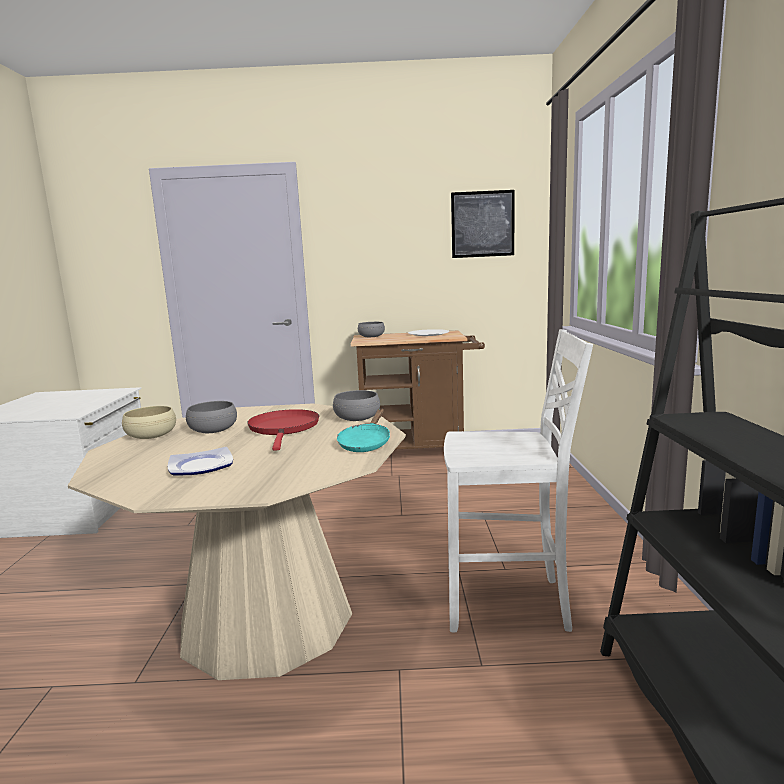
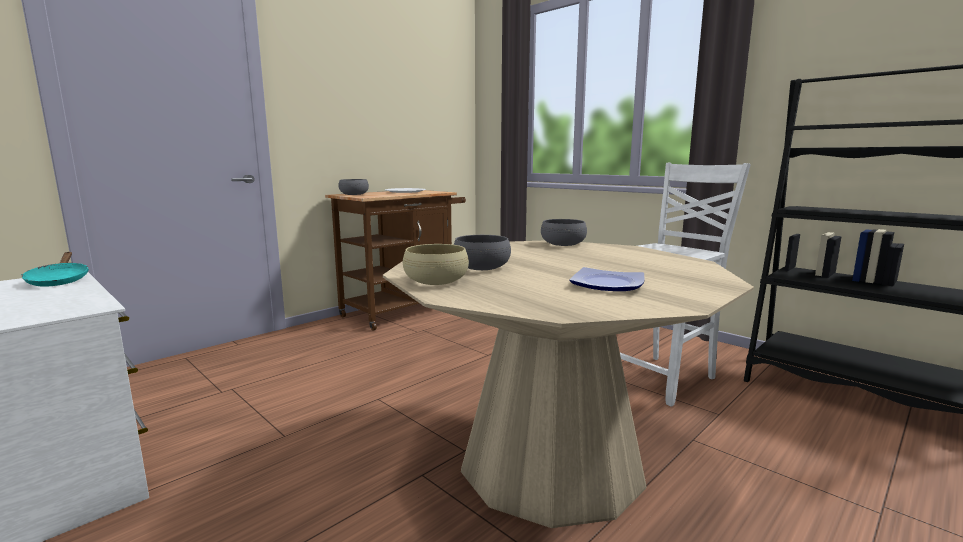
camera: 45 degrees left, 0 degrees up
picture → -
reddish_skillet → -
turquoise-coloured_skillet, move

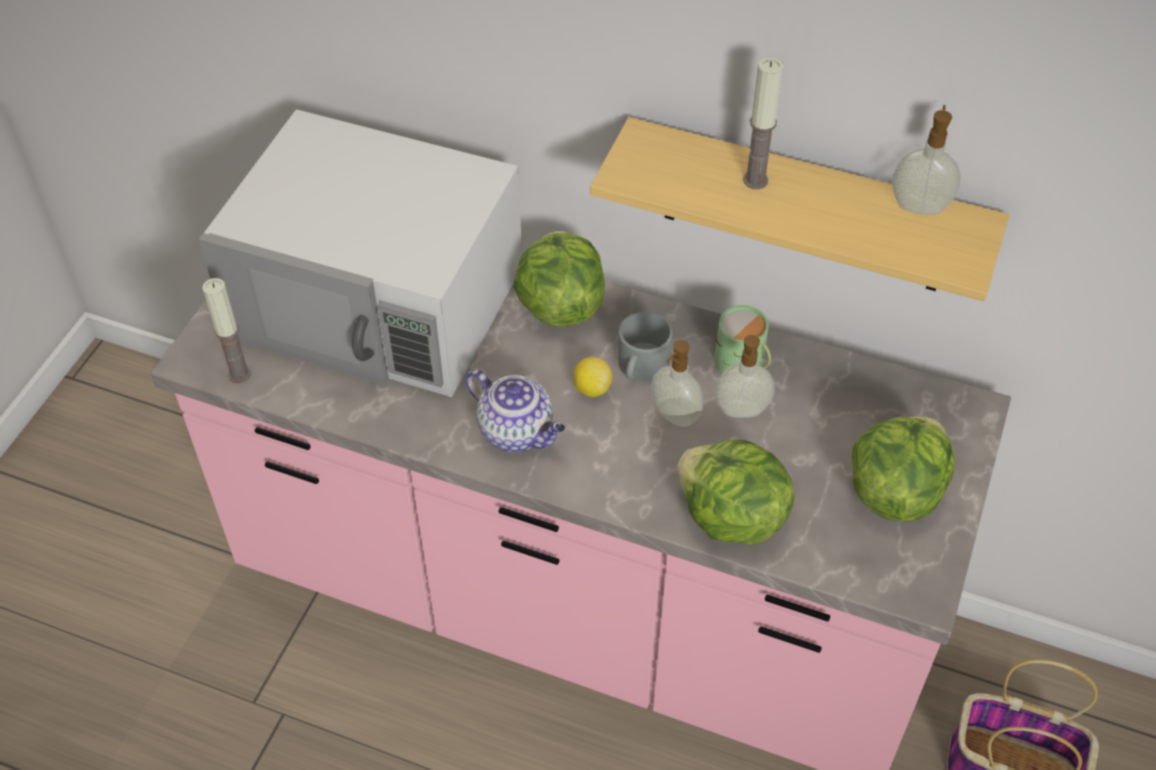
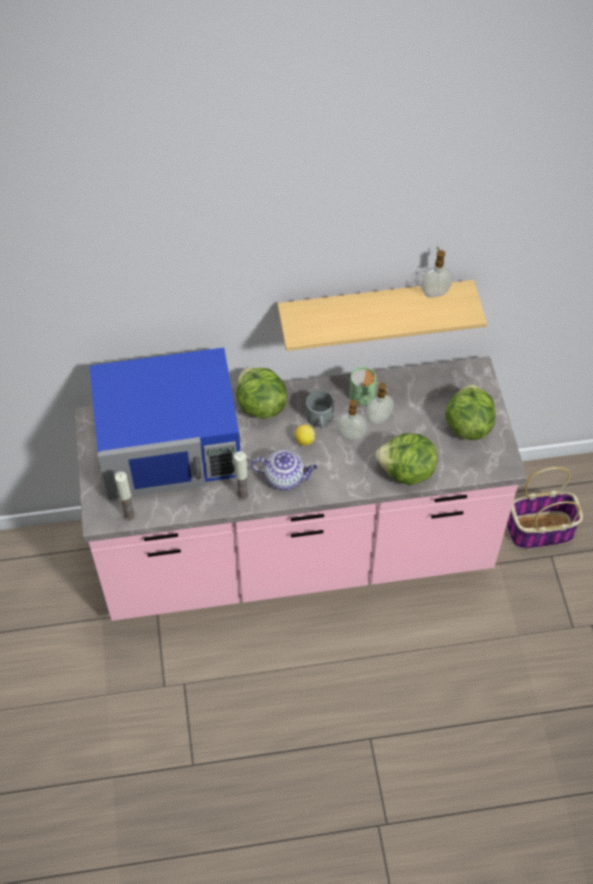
camera: 30 degrees left, 5 degrees up
wax_light (2nd from left), move
white_microwave_oven → bluish_microwave_oven

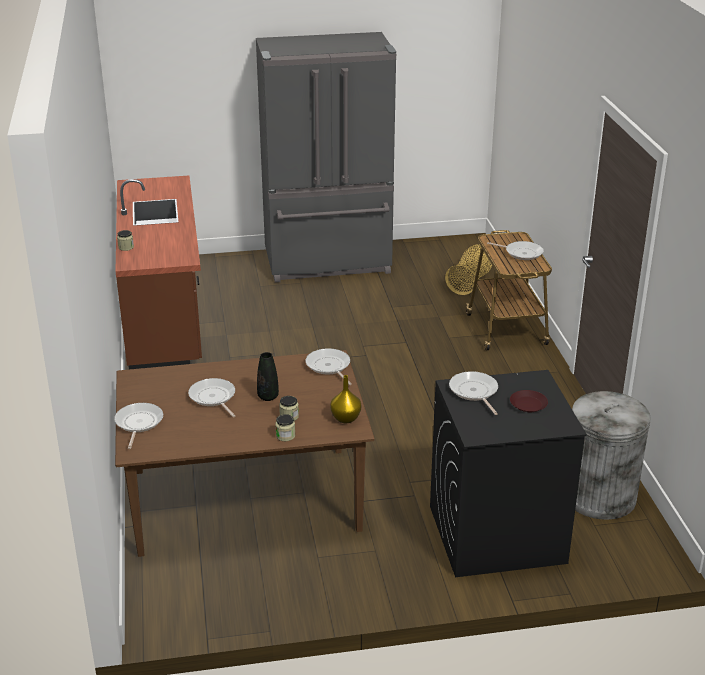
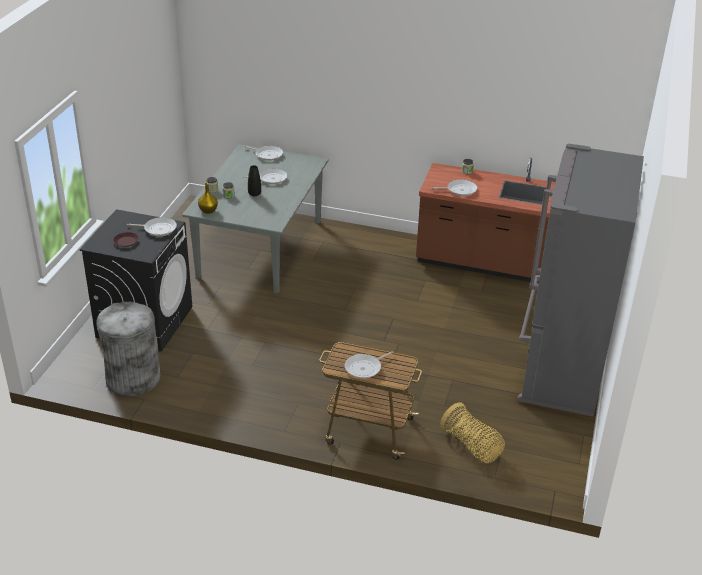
camera: 115 degrees right, 5 degrees up
skillet (3rd from left in the first image) → skillet (5th from left), move
brown-coloured_dining_table → gray_dining_table

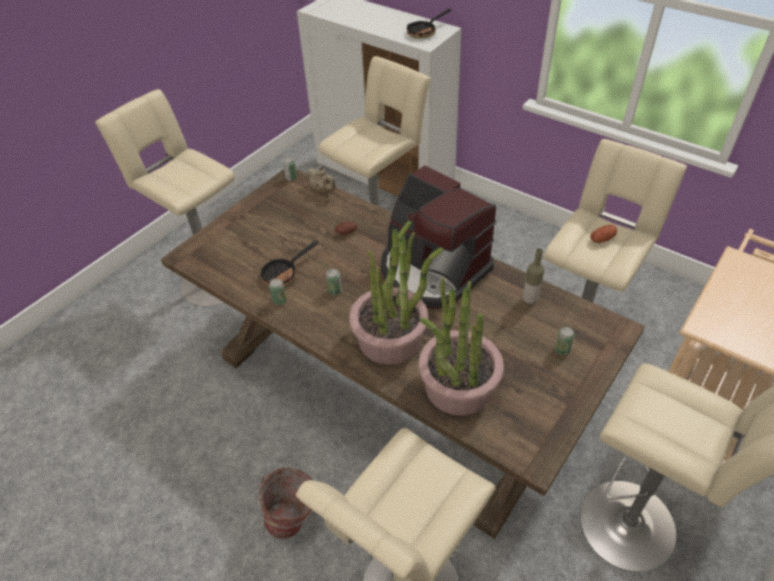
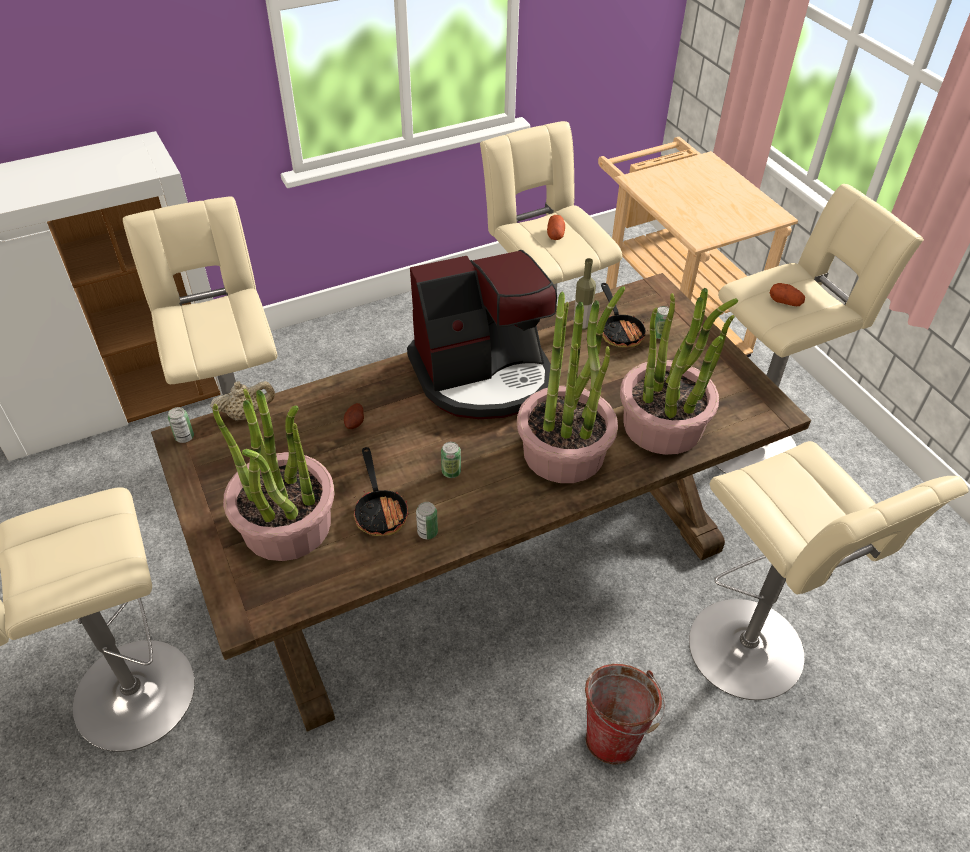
camera: 65 degrees left, 0 degrees up
skillet (2nd from left), move
- → spud (3rd from left)
- → potted_plant (1st from left)

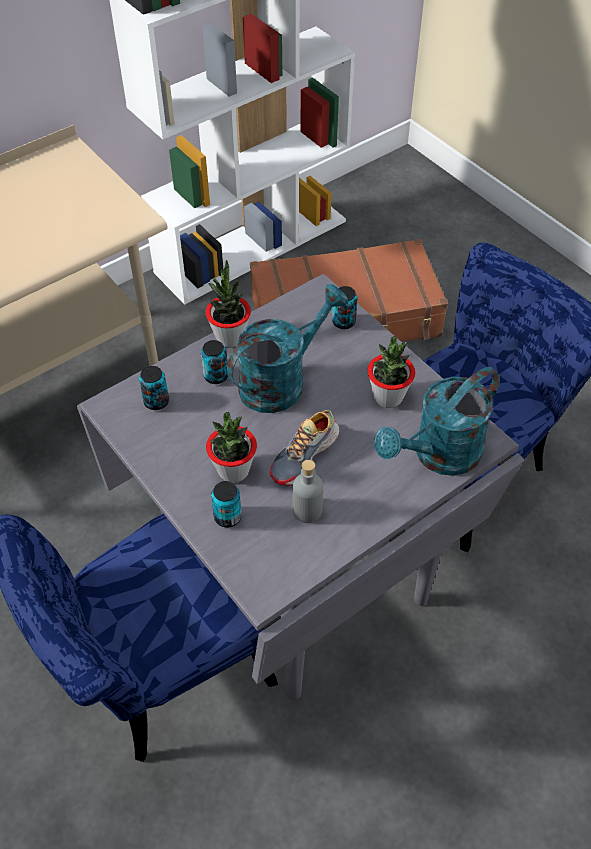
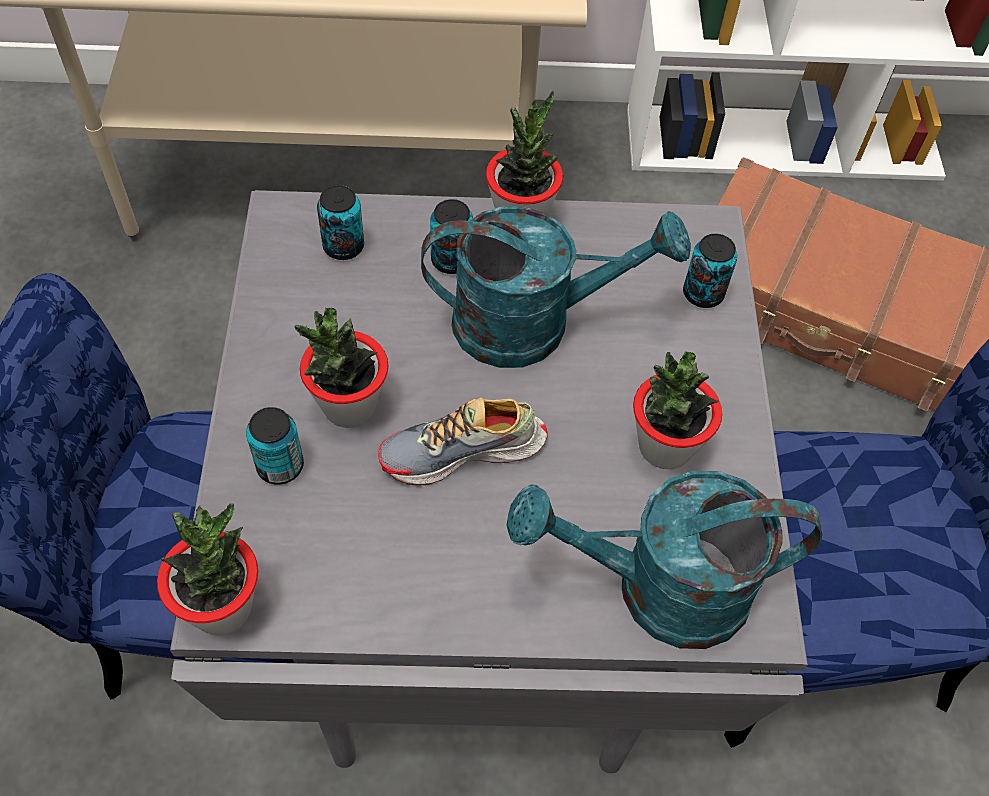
camera: 35 degrees right, 5 degrees up
gray_beverage_bottle → -
- → potted_plant (1st from left)

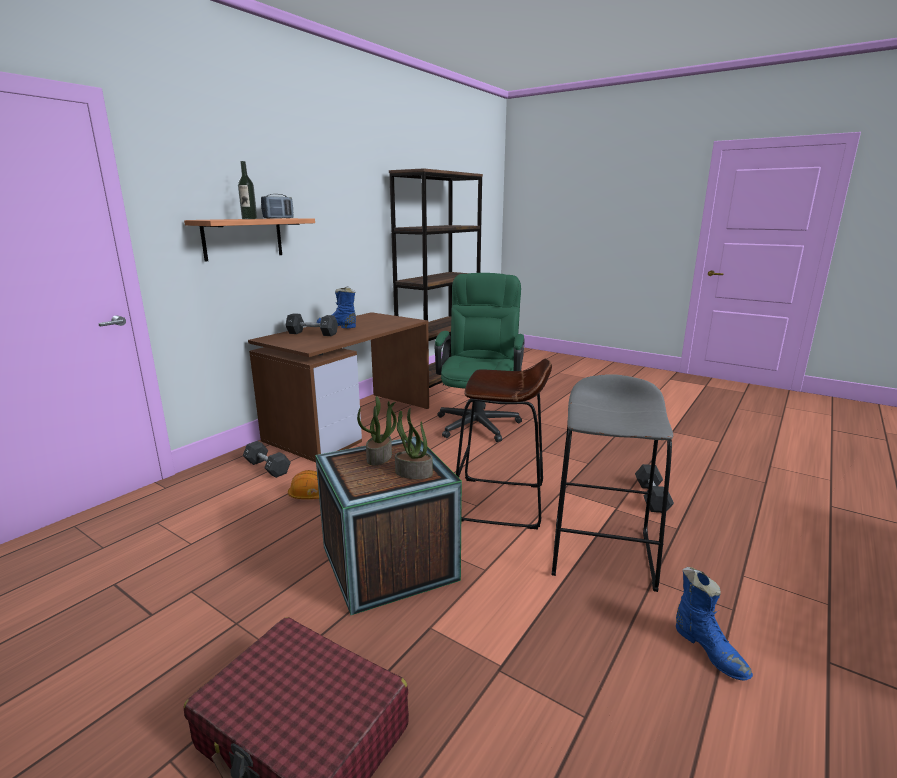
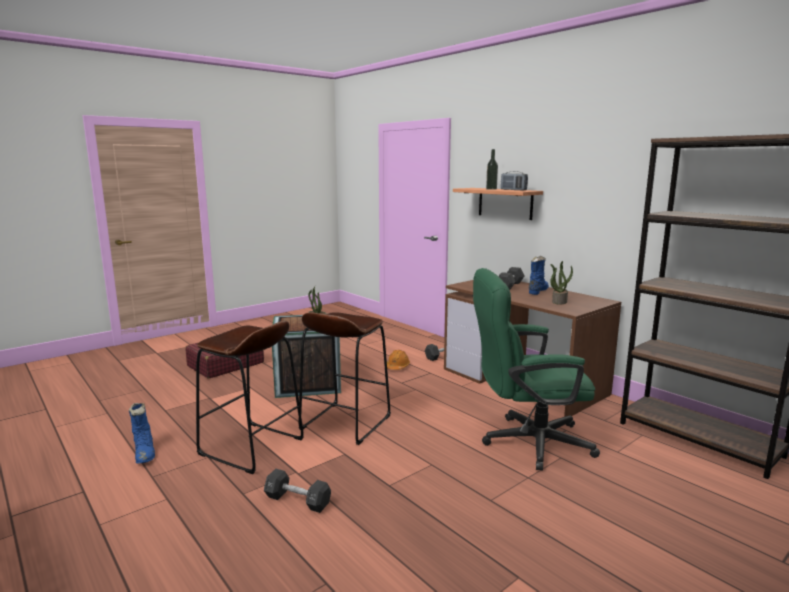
camera: 105 degrees right, 5 degrees down
green-coloured_computer_chair, 150 degrees clockwise
gray_sitting_stool → brown-coloured_sitting_stool (1st from left)
potted_plant (2nd from left), move
bluish_tall_boot (2nd from left in the first image) → bluish_tall_boot (1st from left), 105 degrees counterclockwise

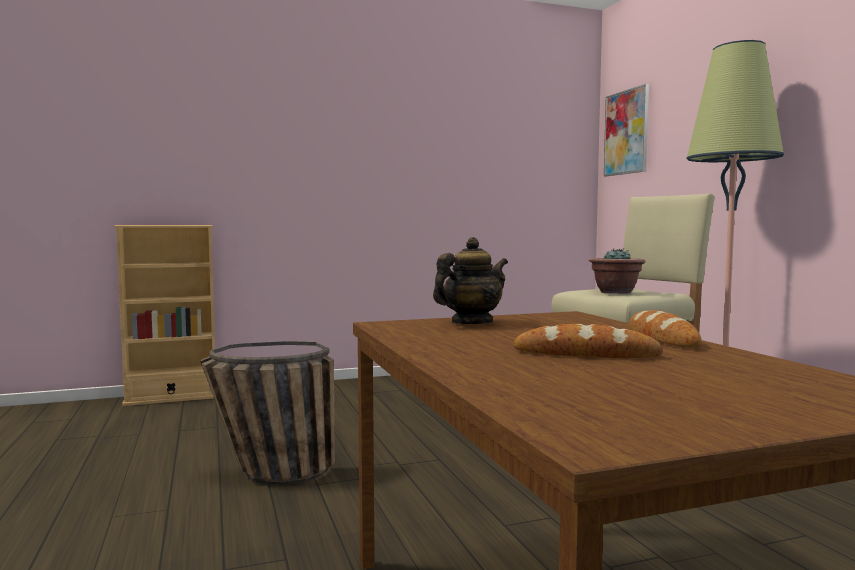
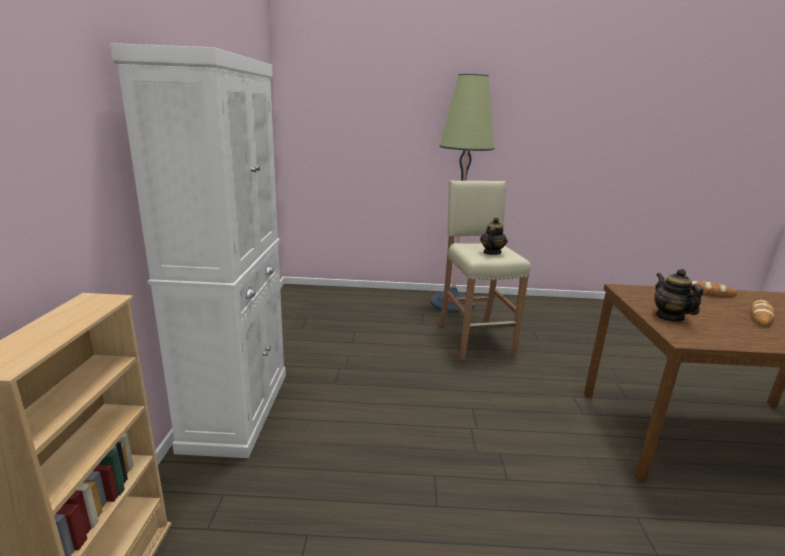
camera: 70 degrees left, 15 degrees up
picture → -
potted_plant → tea_pot (1st from left)
storage_basket → -
- → white_cupboard

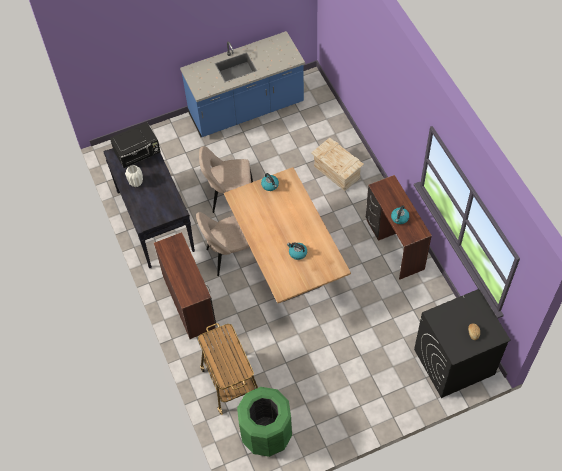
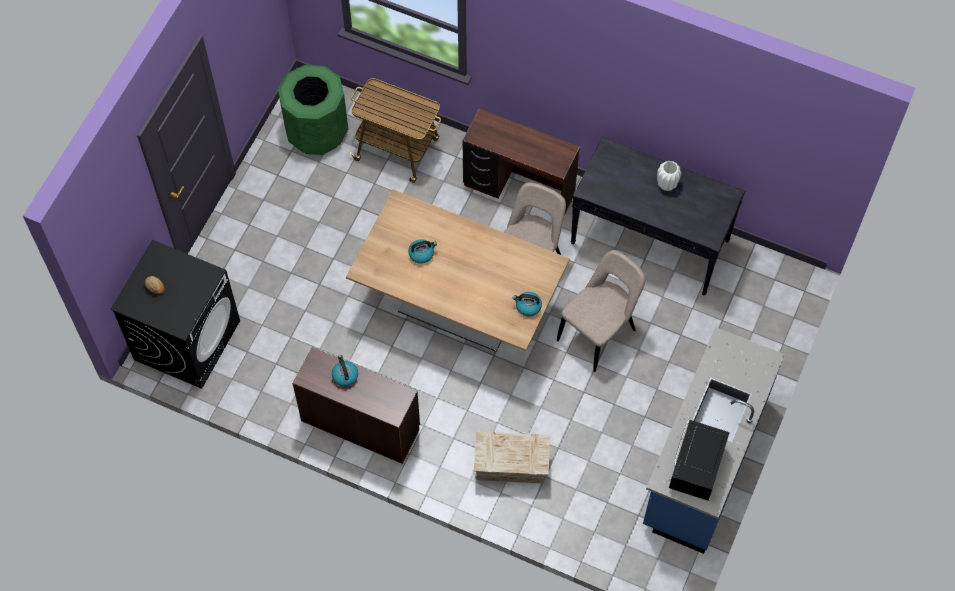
camera: 135 degrees right, 5 degrees up
black_microwave_oven, move

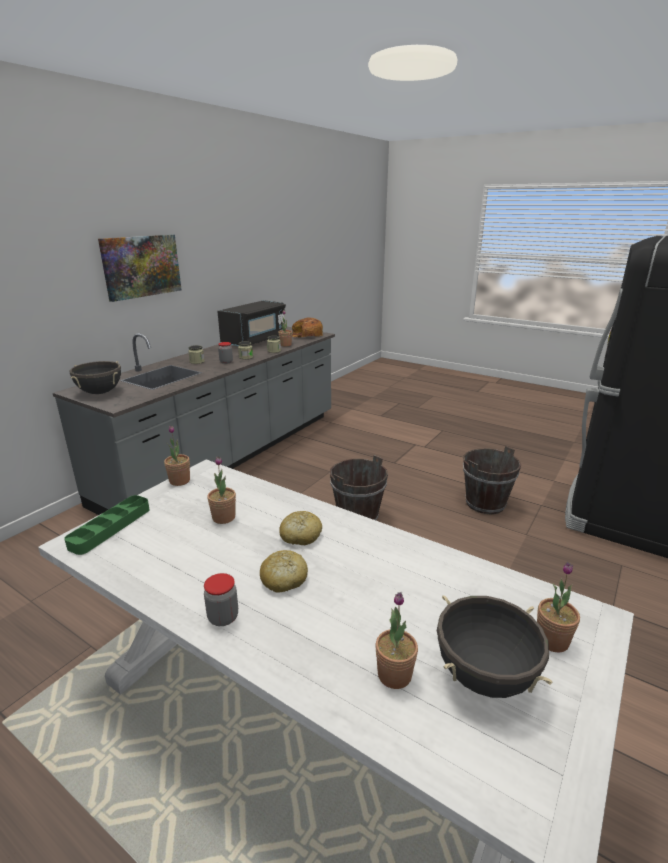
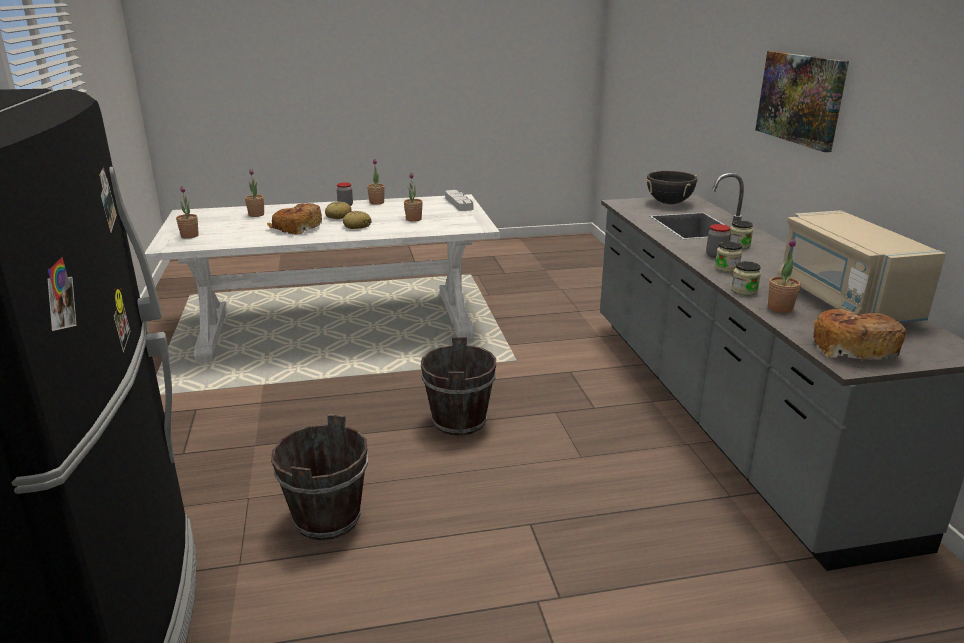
camera: 135 degrees right, 0 degrees up
black_microwave_oven → beige_microwave_oven
potted_plant (1st from left in the first image) → potted_plant (3rd from left), move
green-coloured_tray → gray_tray
black_cooking_pot (2nd from left) → -
- → baked_bread (1st from left)

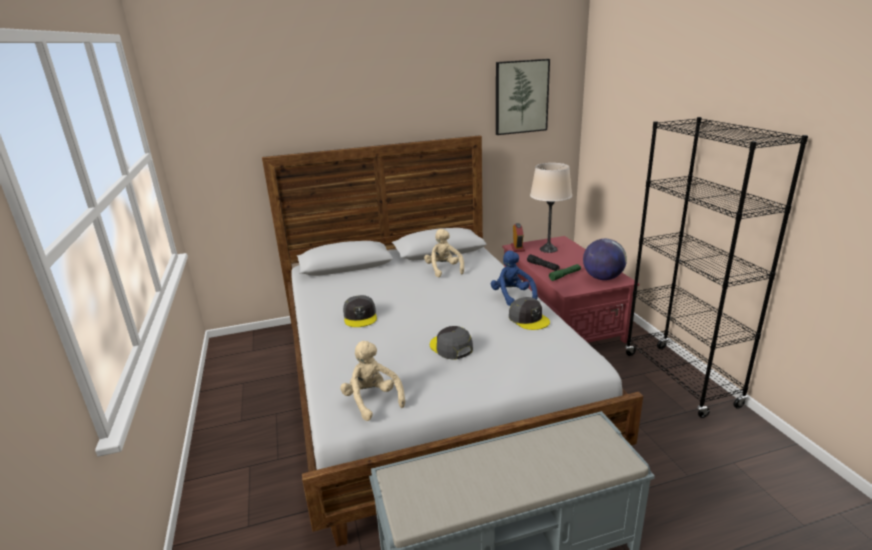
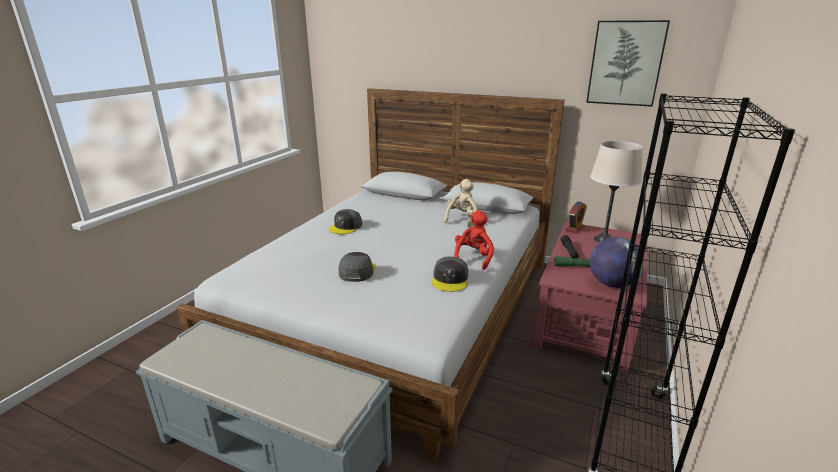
camera: 40 degrees right, 0 degrees up
bluish_cuddly_toy → reddish_cuddly_toy
beige_cuddly_toy (1st from left) → -

